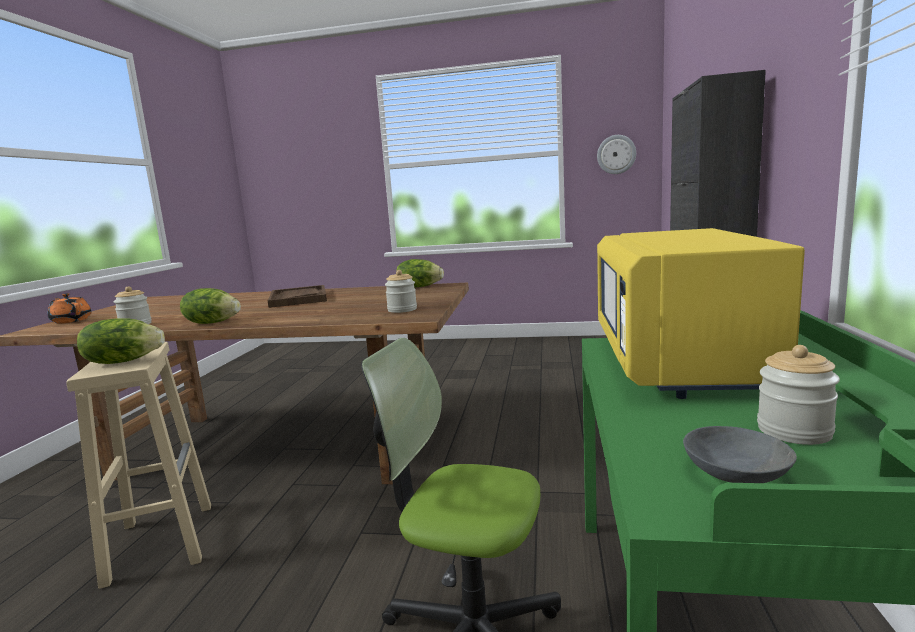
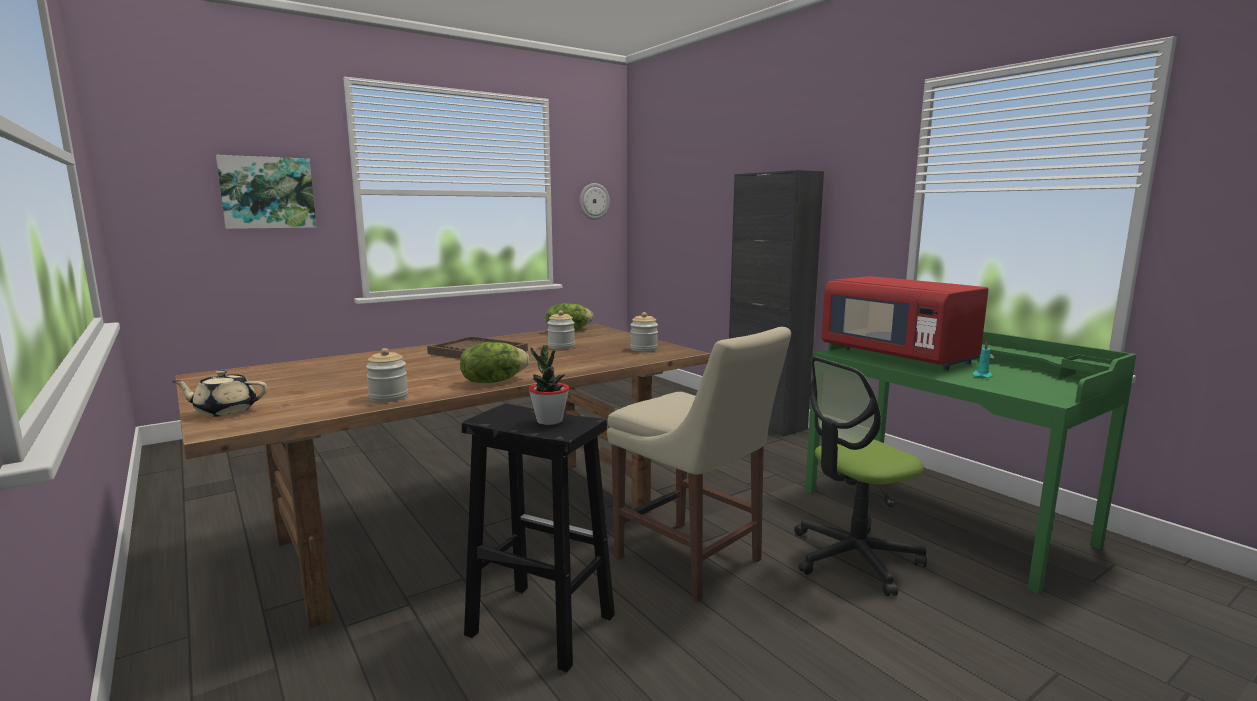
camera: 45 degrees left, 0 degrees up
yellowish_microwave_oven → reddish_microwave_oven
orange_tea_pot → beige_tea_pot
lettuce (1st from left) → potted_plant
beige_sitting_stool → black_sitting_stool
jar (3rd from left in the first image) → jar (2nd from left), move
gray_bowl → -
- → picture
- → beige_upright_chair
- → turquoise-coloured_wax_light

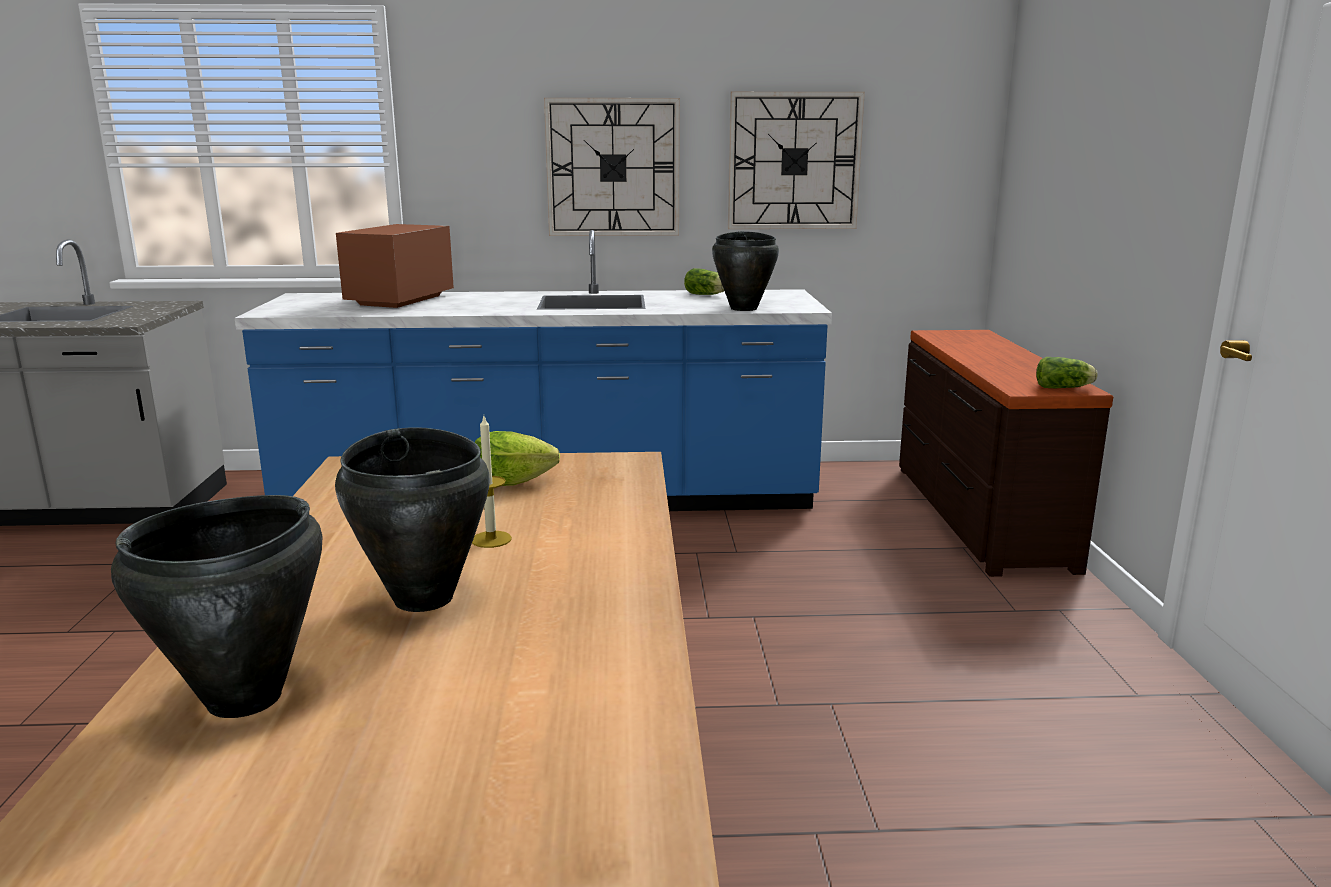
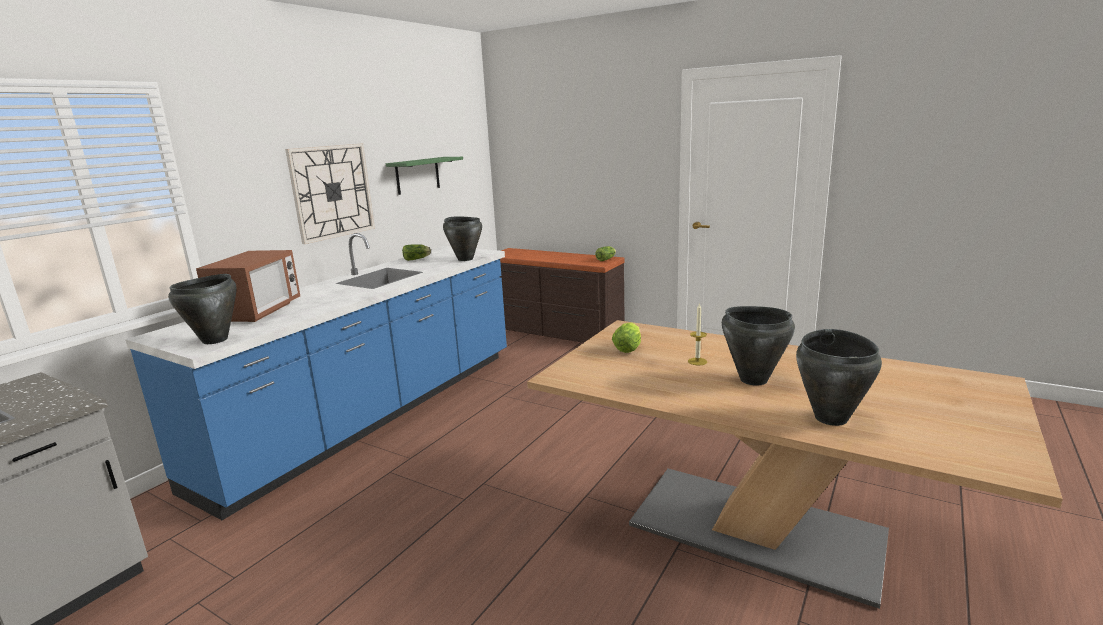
camera: 55 degrees left, 0 degrees up
wall_clock (2nd from left) → green-coloured_bracket_shelf
microwave_oven, 135 degrees counterclockwise
- → black_cooking_pot (1st from left)

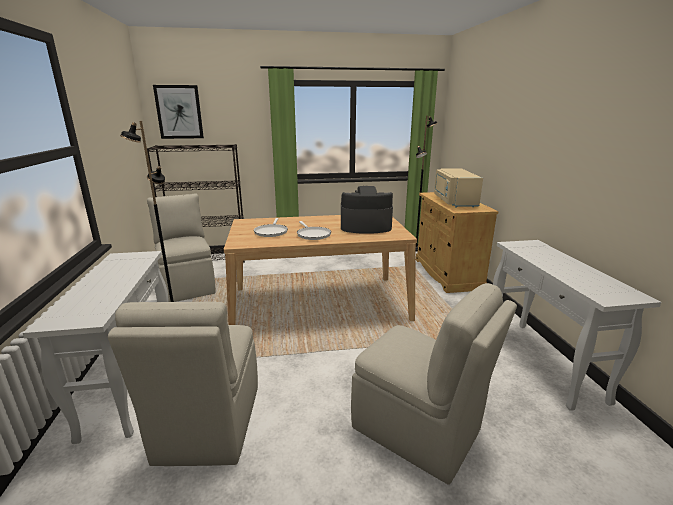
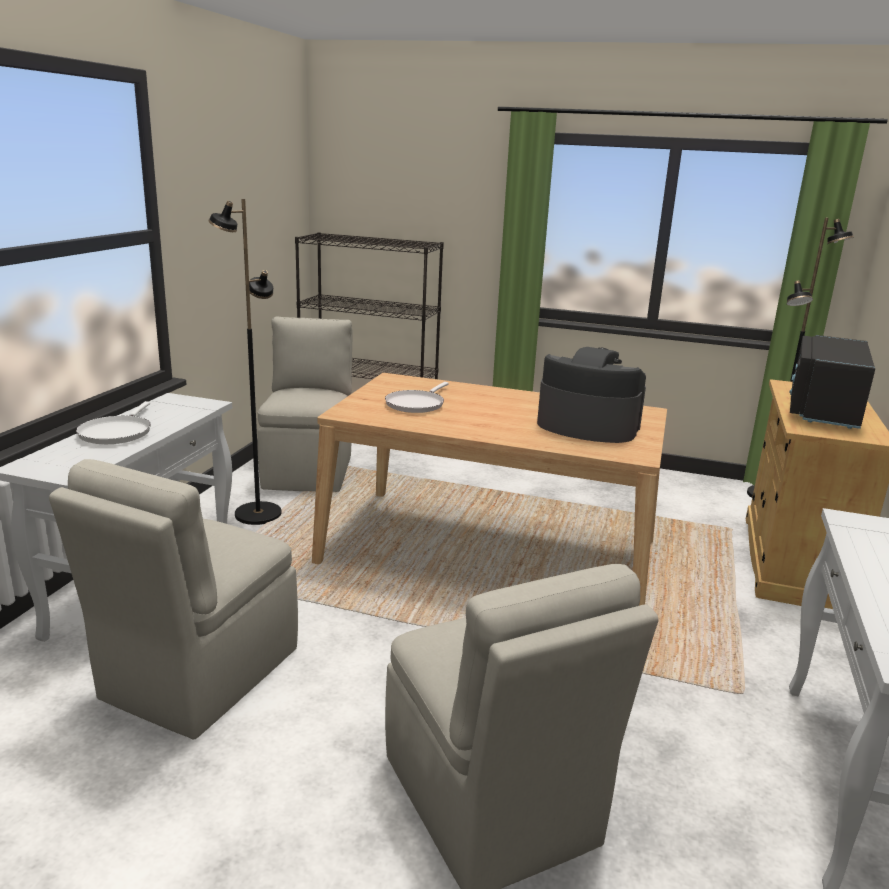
camera: 25 degrees right, 0 degrees up
picture → -
beige_microwave_oven → black_microwave_oven
white_skillet (2nd from left in the first image) → white_skillet (1st from left), move

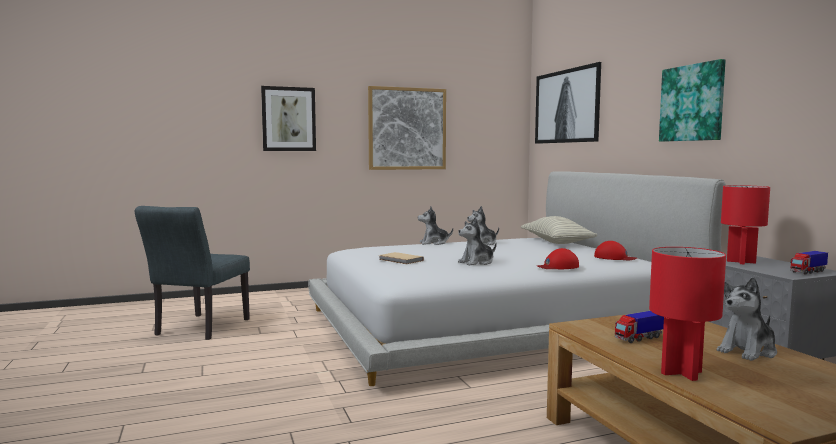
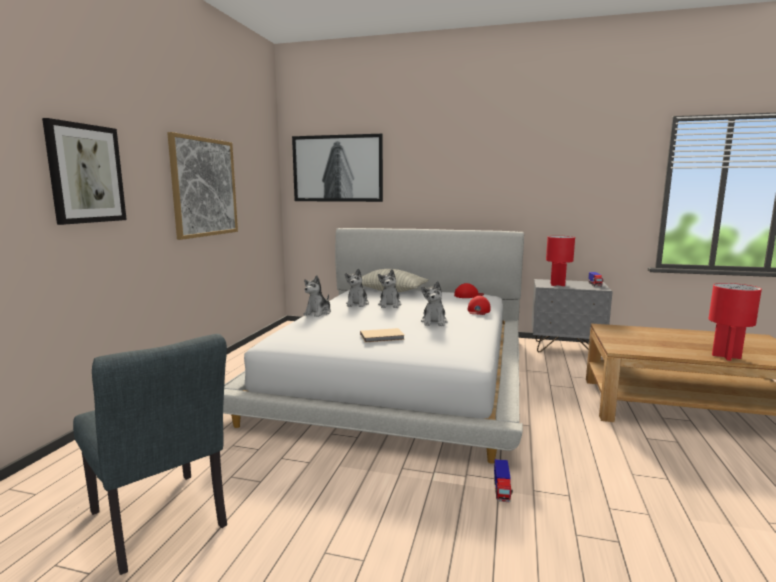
camera: 55 degrees left, 5 degrees up
picture (4th from left) → -
cuddly_toy (4th from left in the first image) → cuddly_toy (3rd from left), move
toy_lorry (1st from left), move

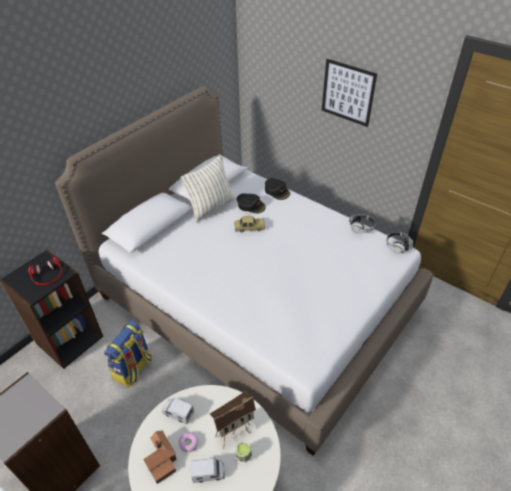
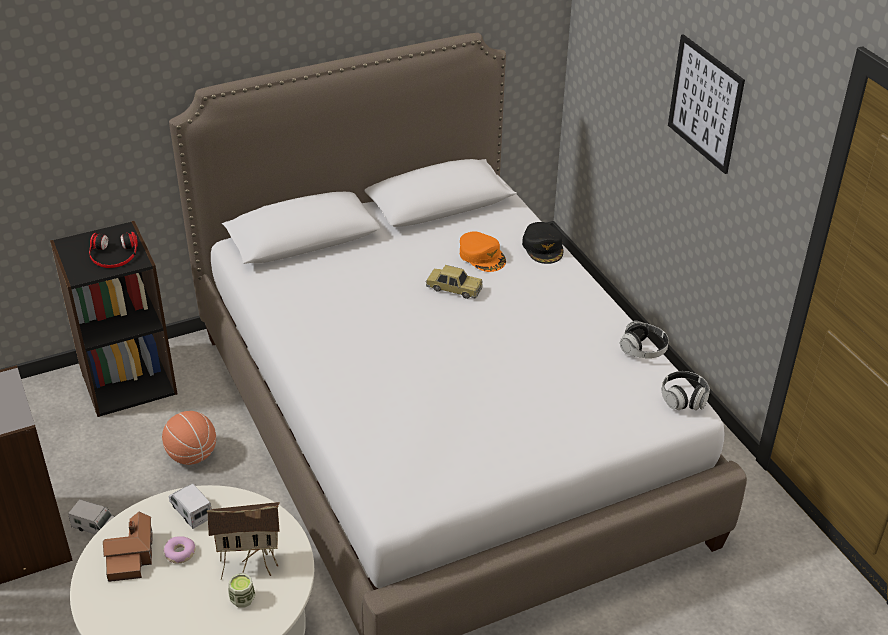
camera: 25 degrees right, 5 degrees down
pillow → -
black_baseball_cap (1st from left) → orange_baseball_cap
knapsack → basketball_ball
toy_lorry (2nd from left in the first image) → toy_lorry (1st from left), move

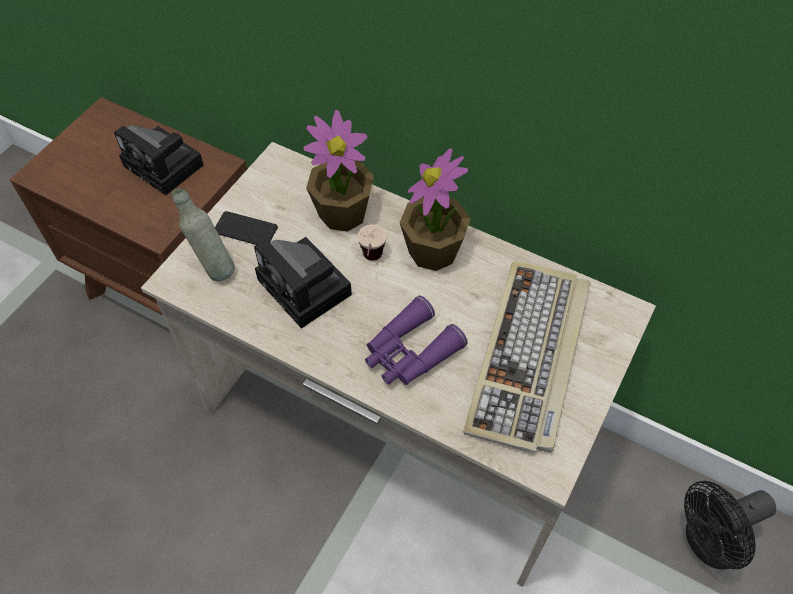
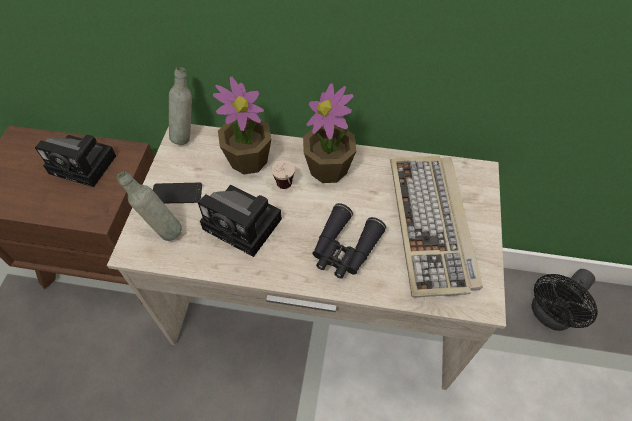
camera: 20 degrees left, 0 degrees up
purplish_field_glasses → black_field_glasses
- → gray_beverage_bottle (2nd from left)

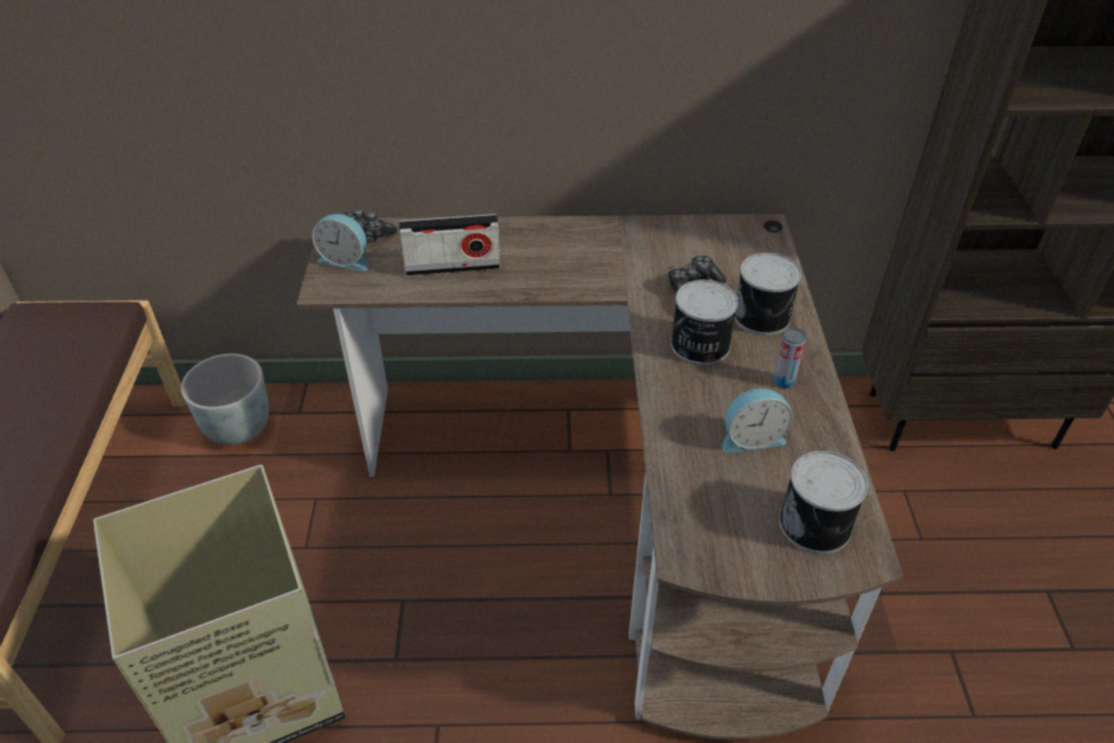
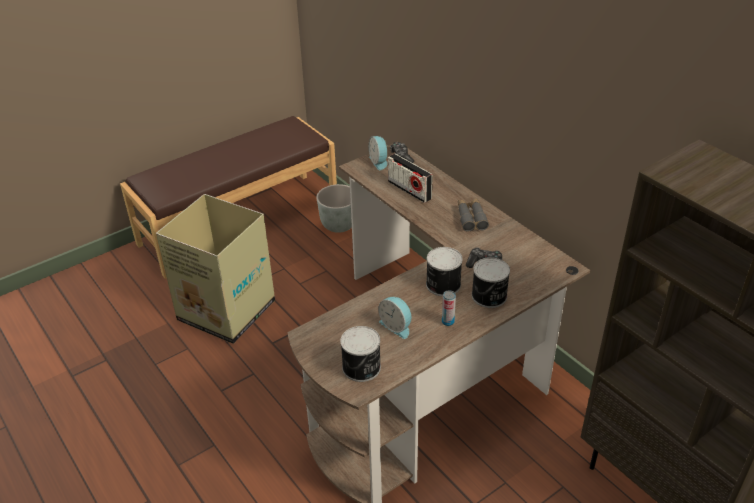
camera: 55 degrees right, 5 degrees down
- → gray_field_glasses

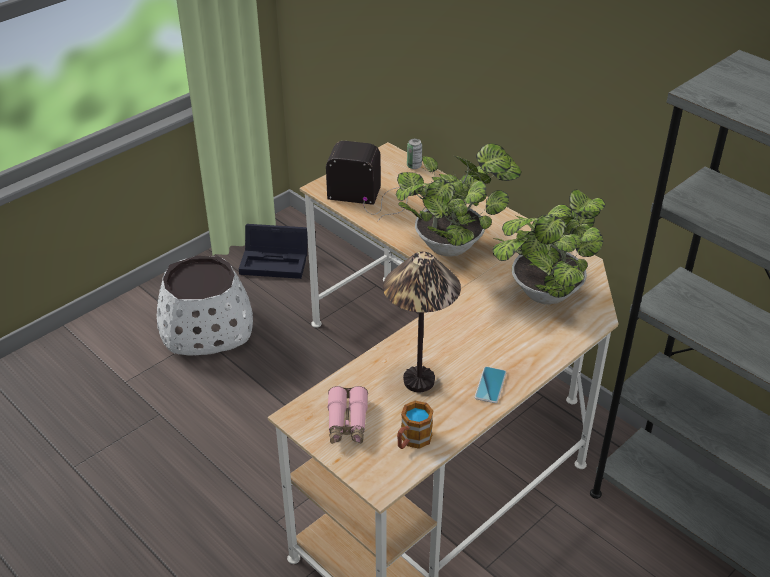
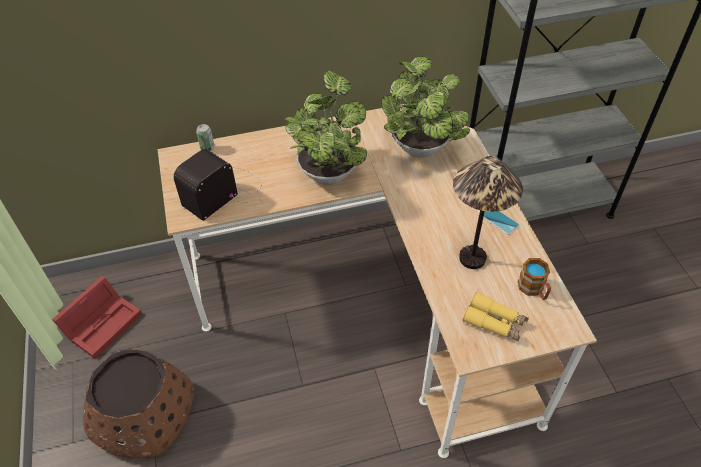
camera: 60 degrees left, 10 degrees up
black_storage_box → reddish_storage_box
white_planter → brown-coloured_planter
pink-coloured_field_glasses → yellowish_field_glasses

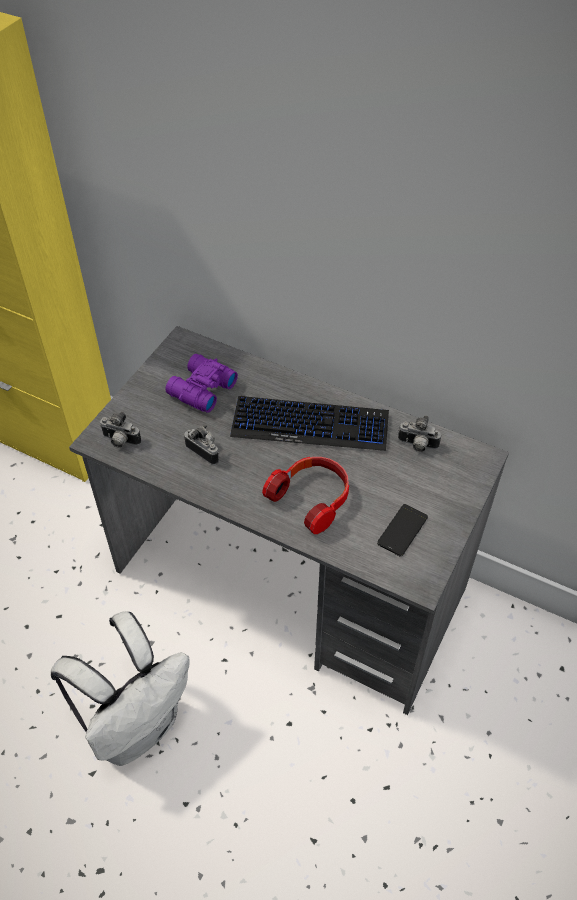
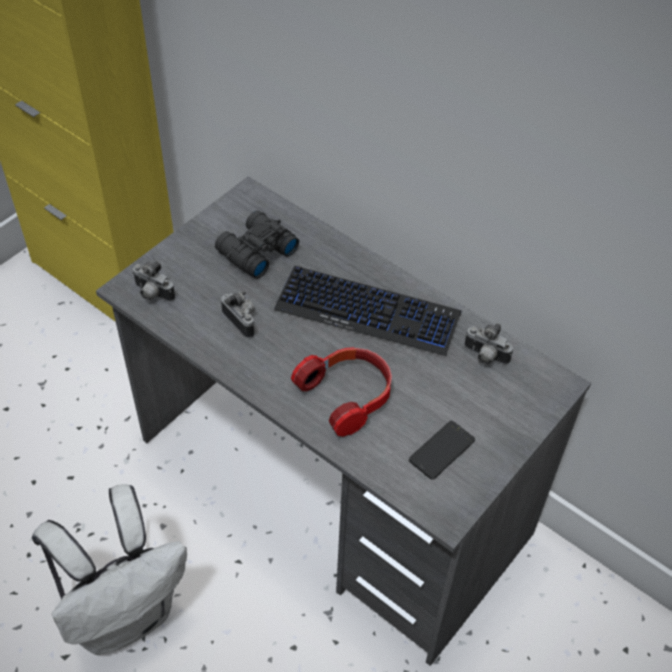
camera: 10 degrees right, 0 degrees up
purplish_field_glasses → black_field_glasses

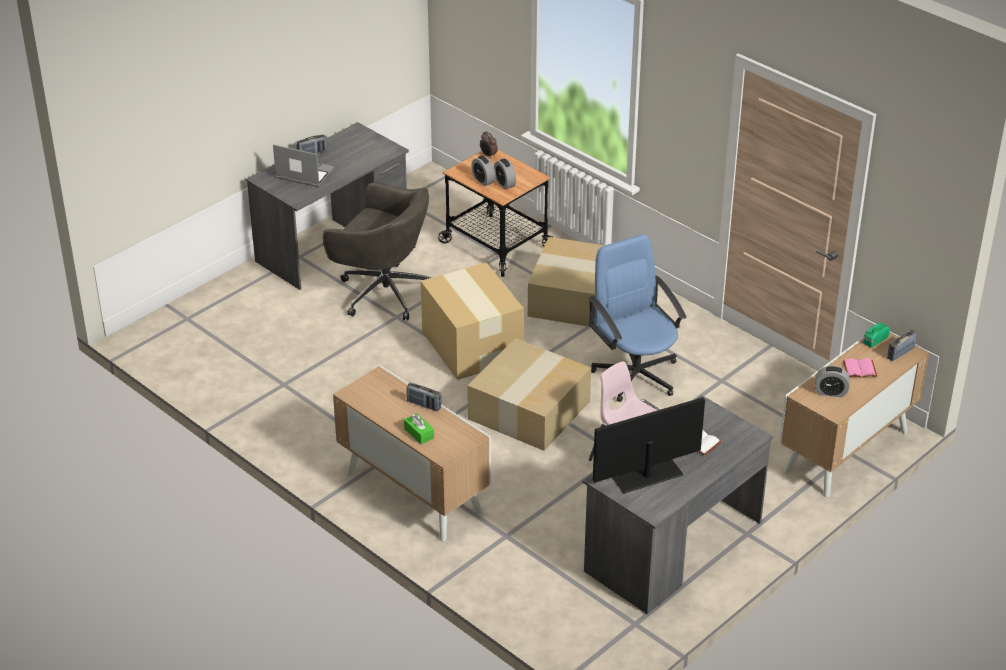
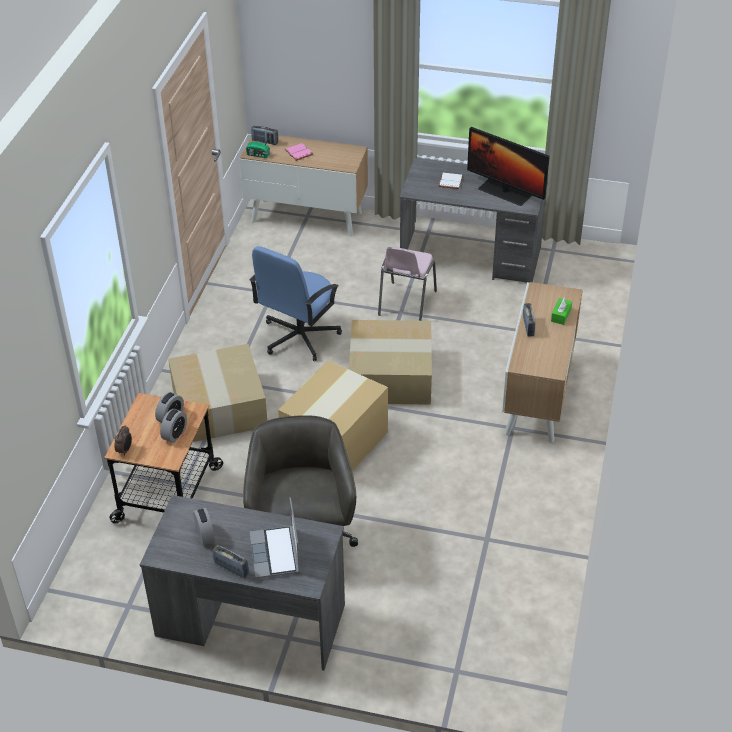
camera: 120 degrees left, 5 degrees up
alarm_clock (4th from left), move

